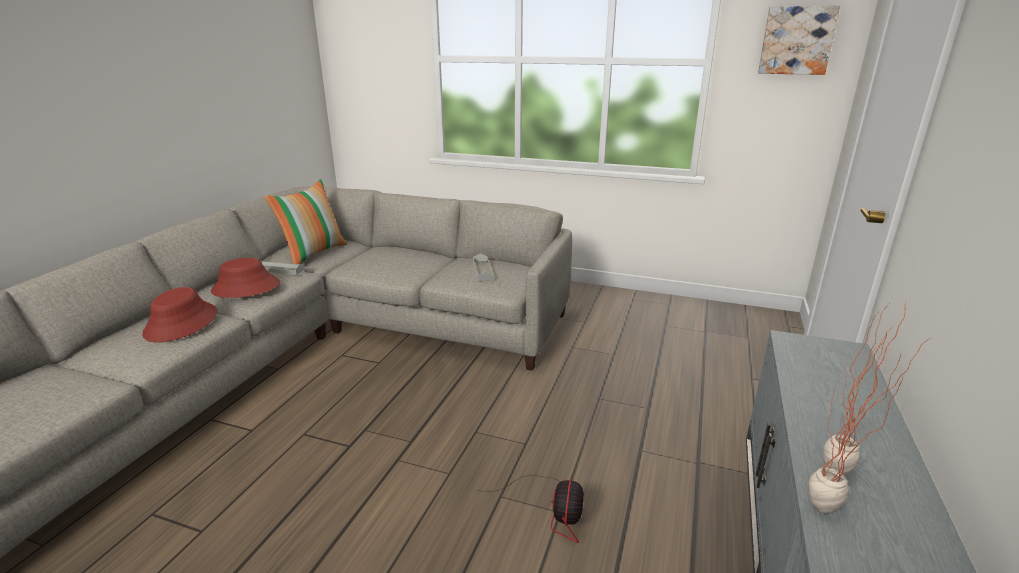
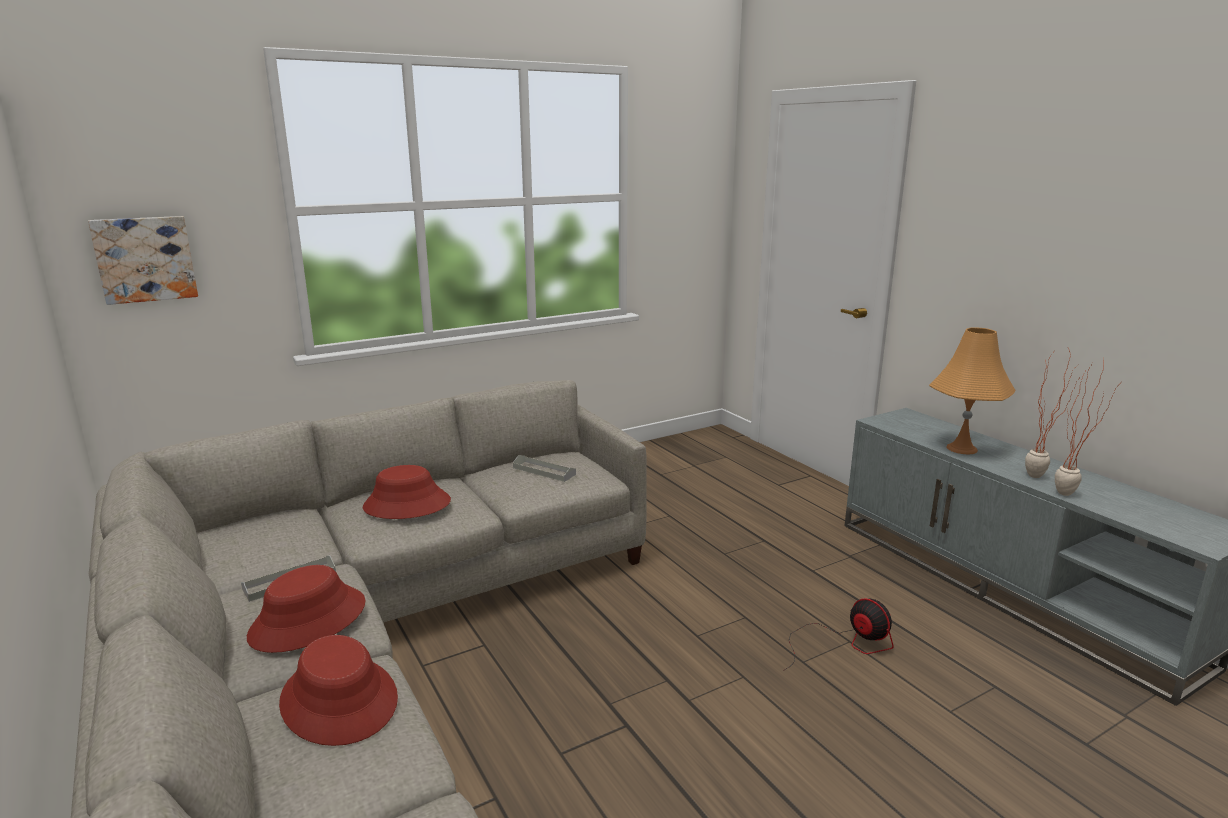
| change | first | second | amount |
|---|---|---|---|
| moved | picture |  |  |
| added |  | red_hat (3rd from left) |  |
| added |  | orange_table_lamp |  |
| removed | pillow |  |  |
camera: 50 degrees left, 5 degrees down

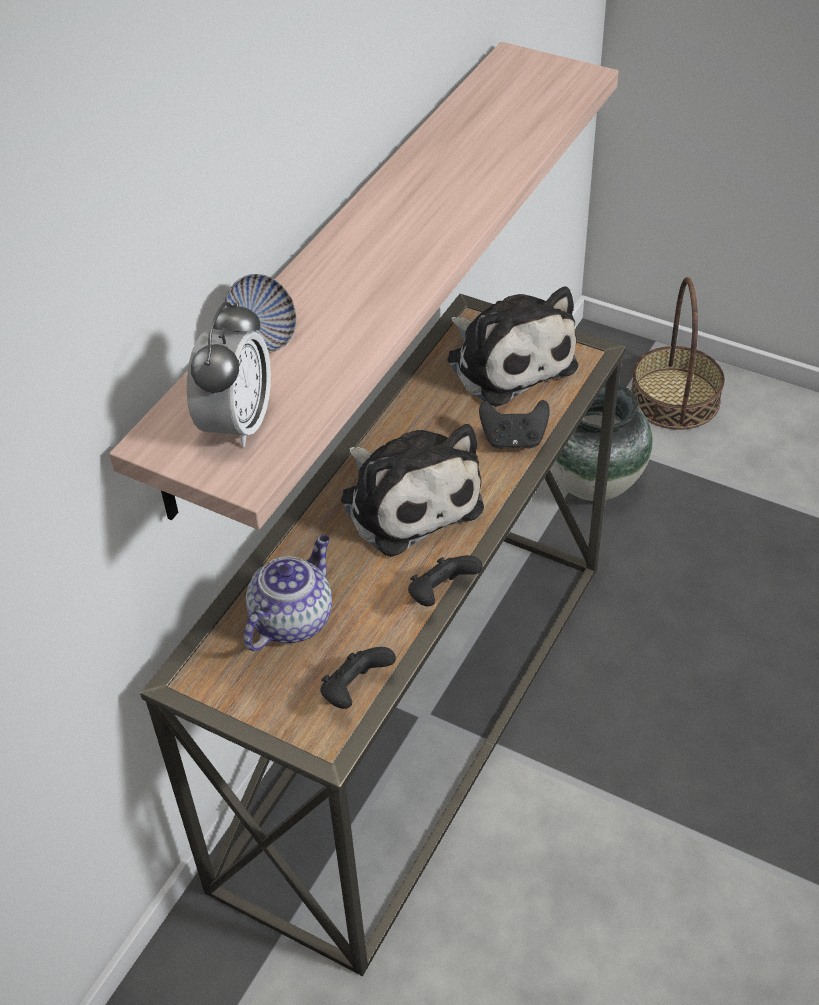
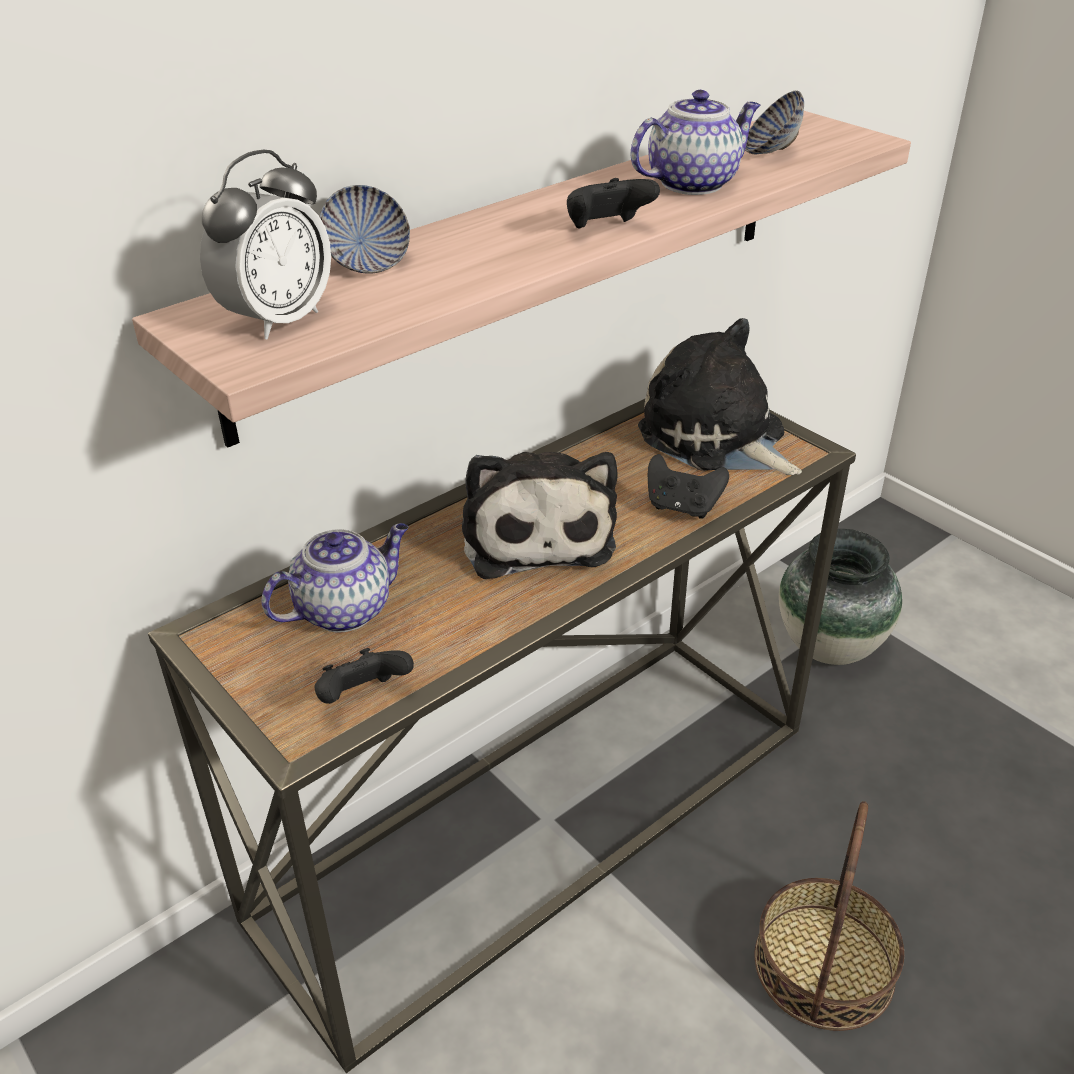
| change | first | second | amount |
|---|---|---|---|
| moved | black_game_controller (2nd from left) |  |  |
| added |  | teapot (2nd from left) |  |
| turned | plush_toy (2nd from left) |  | 150 degrees clockwise |
| added |  | bowl (2nd from left) |  |
| moved | basket |  |  |
camera: 20 degrees right, 10 degrees down

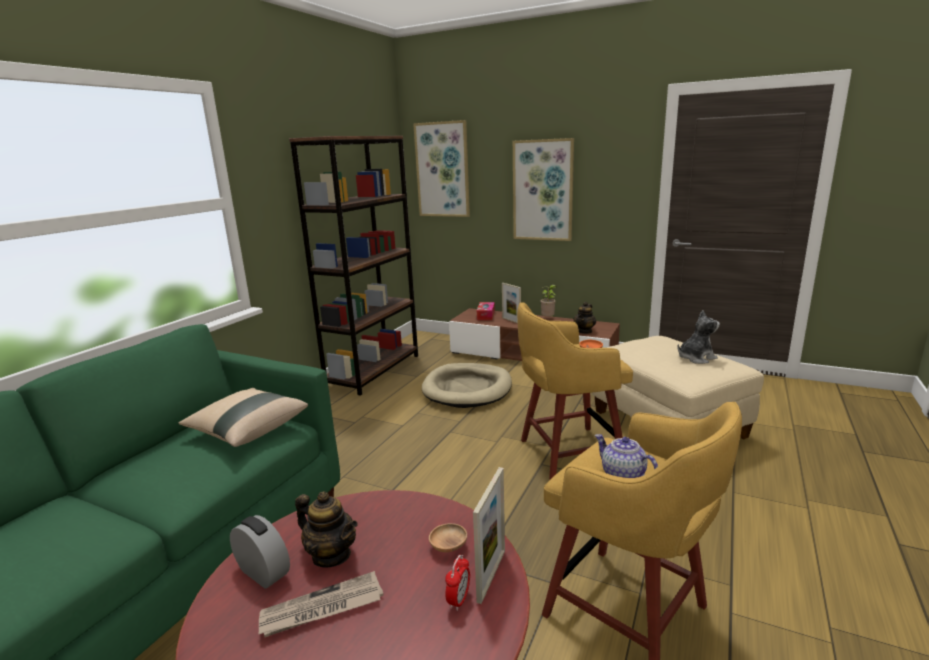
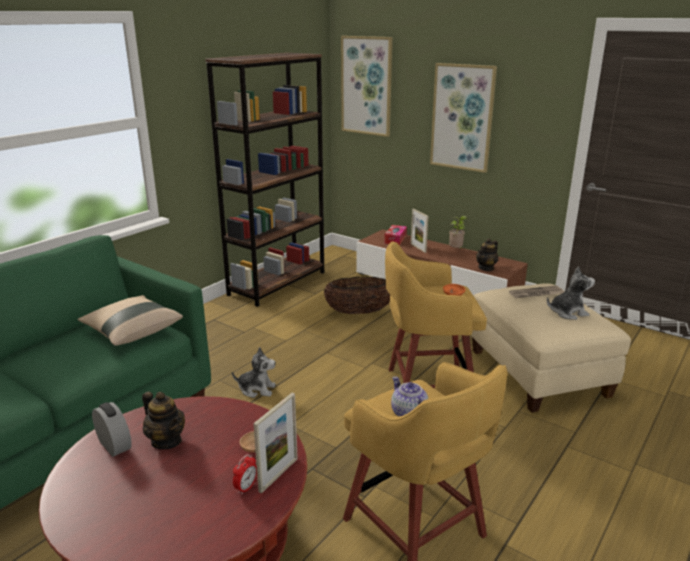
| change | first | second | amount |
|---|---|---|---|
| added |  | plush_toy (1st from left) |  |
| replaced | beige_dog_bed | basket |  |
| moved | newspaper |  |  |
camera: 10 degrees right, 5 degrees up

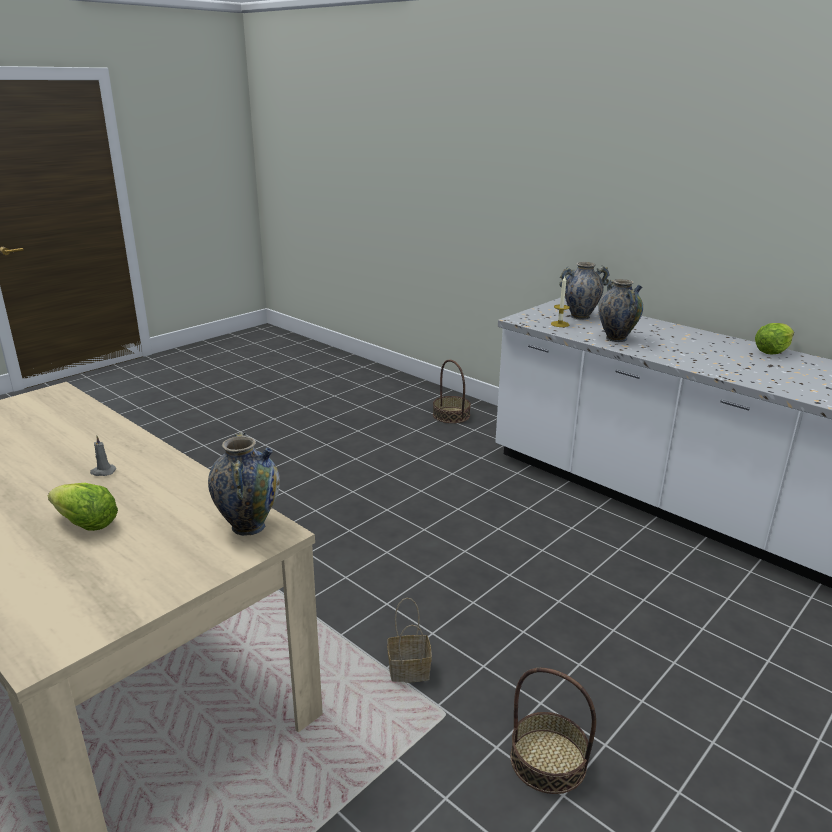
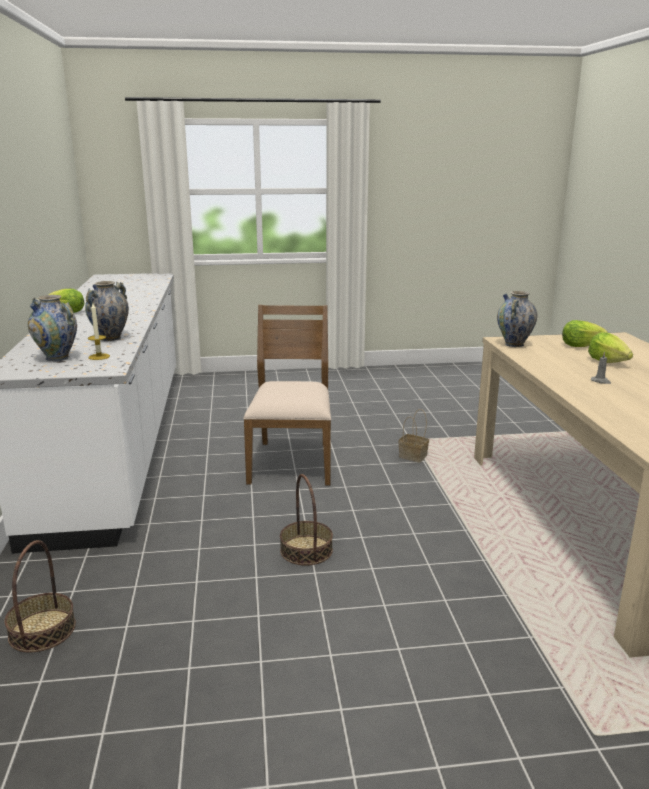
| change | first | second | amount |
|---|---|---|---|
| added |  | brown_chair |  |
| moved | basket (3rd from left in the first image) | basket (2nd from left) |  |
| added |  | lettuce (2nd from left) |  |
camera: 140 degrees left, 5 degrees down

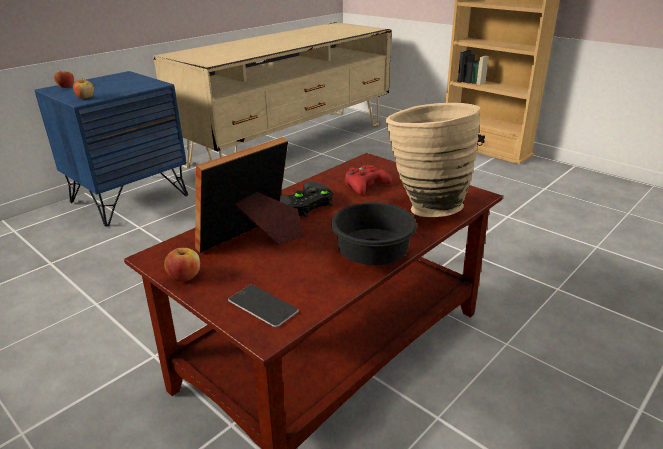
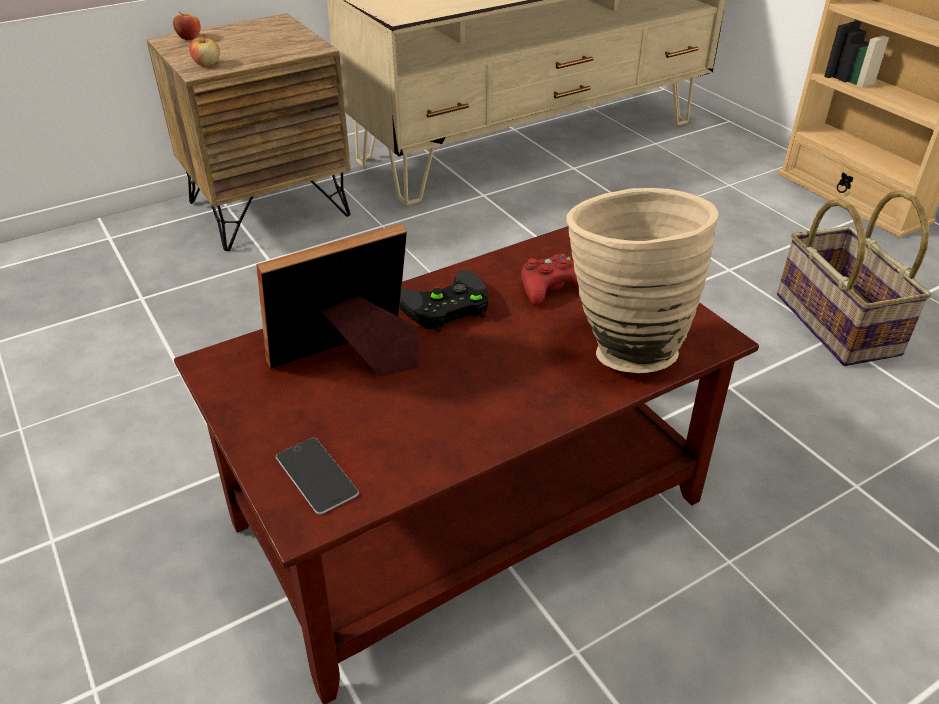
| change | first | second | amount |
|---|---|---|---|
| recoloured | blue_nightstand | brown_nightstand |  |
| added |  | basket |  |
| removed | apple (3rd from left) |  |  |
| removed | black_bowl |  |  |
camera: 15 degrees right, 10 degrees up

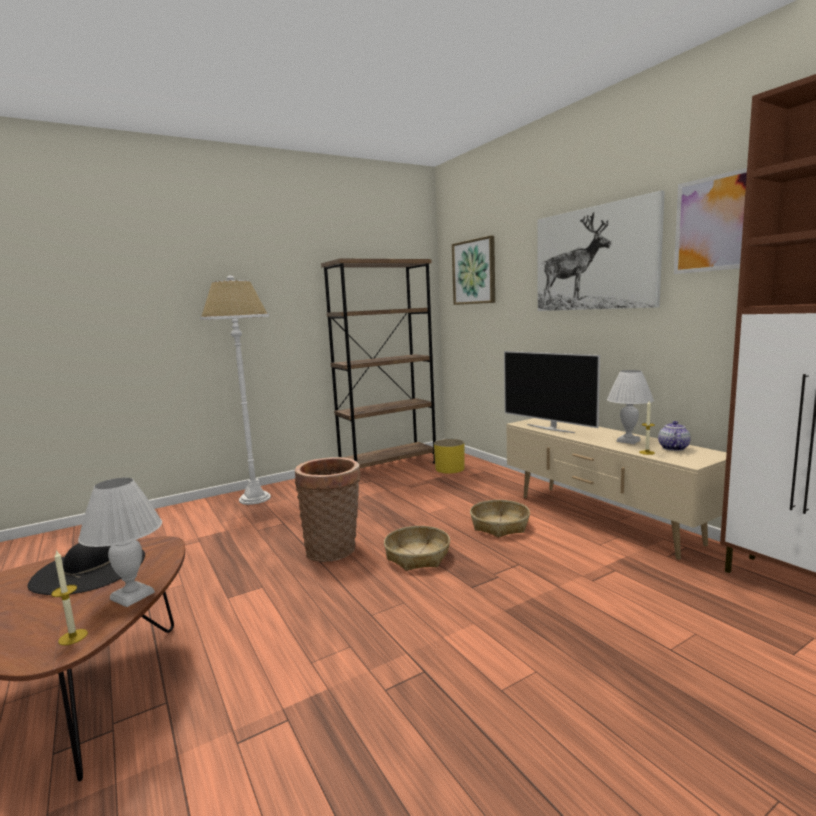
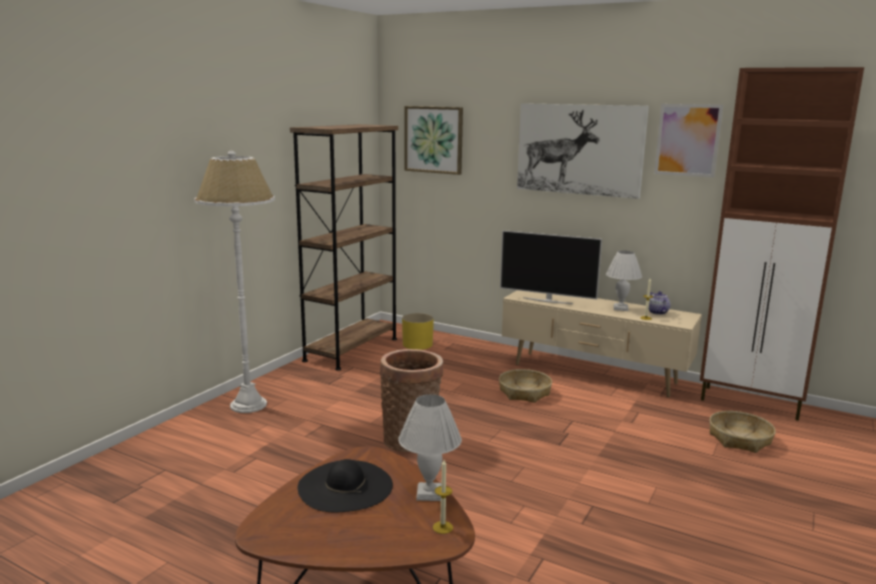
| change | first | second | amount |
|---|---|---|---|
| moved | basket (2nd from left in the first image) | basket (3rd from left) |  |
camera: 30 degrees left, 5 degrees up

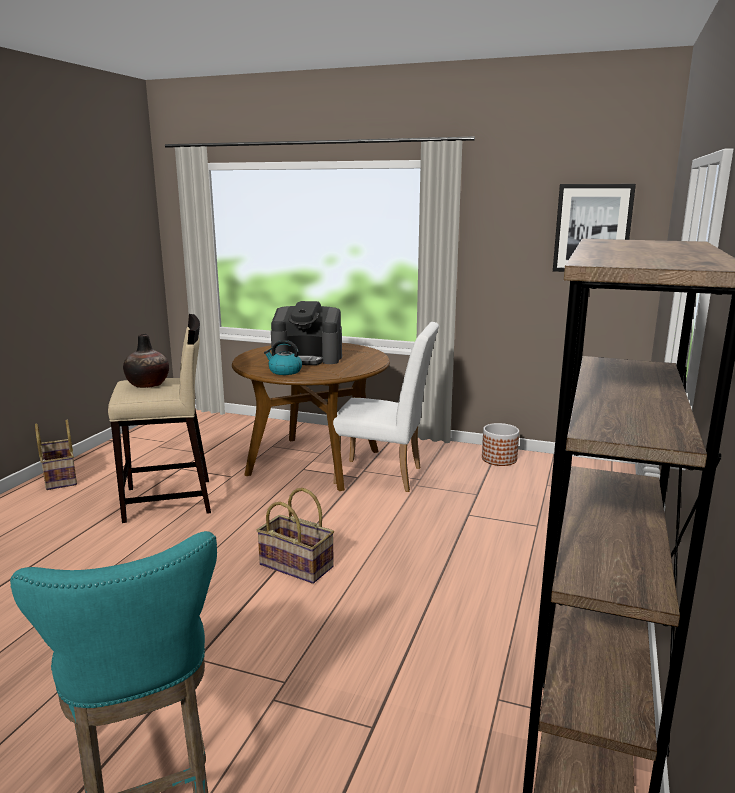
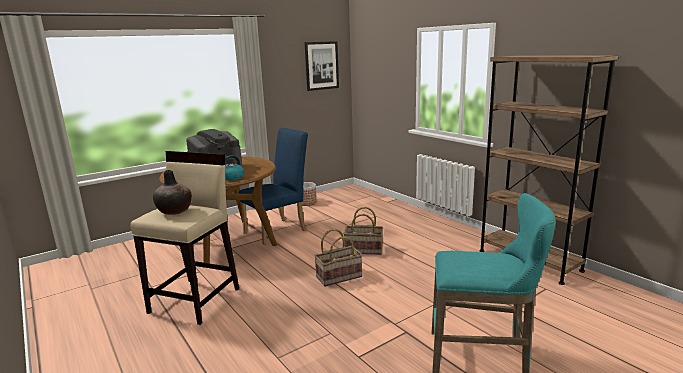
| change | first | second | amount |
|---|---|---|---|
| recoloured | white_chair | blue_chair |  |
| moved | basket (1st from left in the first image) | basket (2nd from left) |  |
camera: 55 degrees left, 0 degrees up

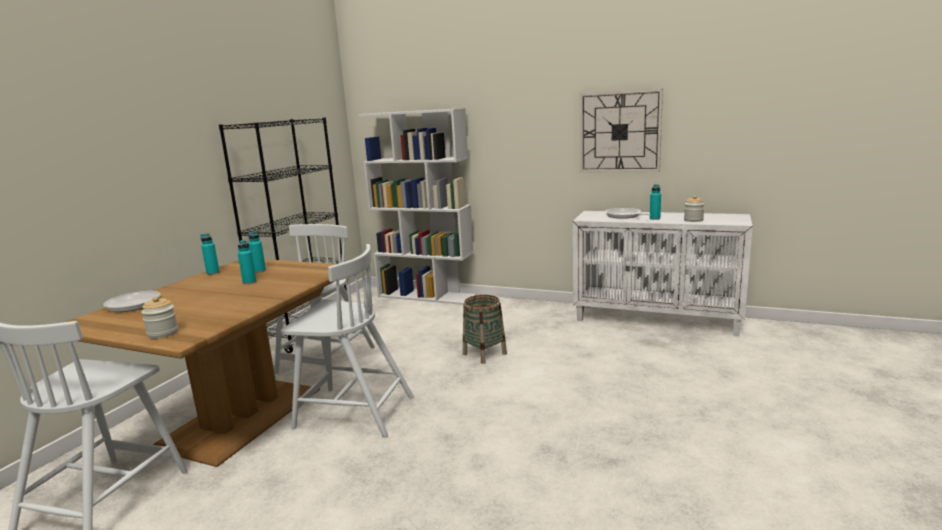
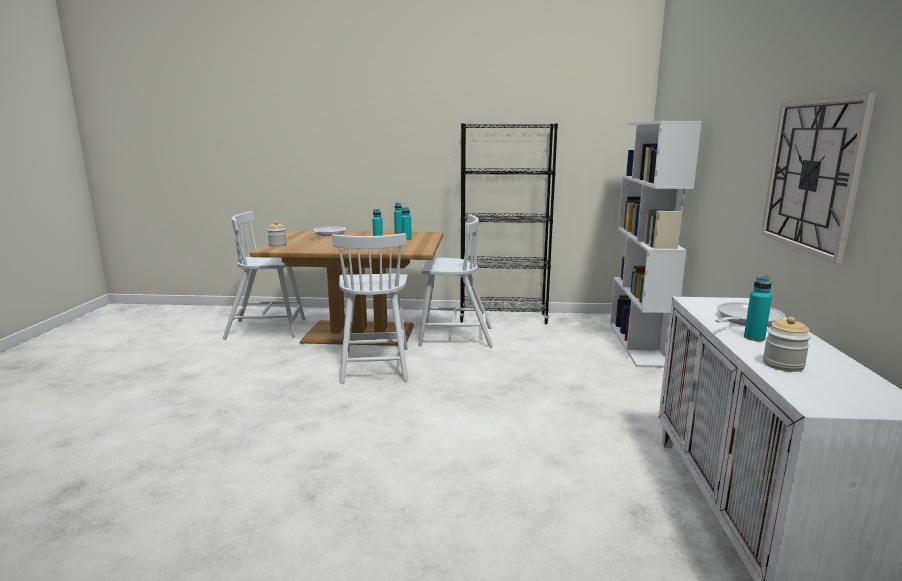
| change | first | second | amount |
|---|---|---|---|
| removed | basket |  |  |
camera: 70 degrees right, 0 degrees up

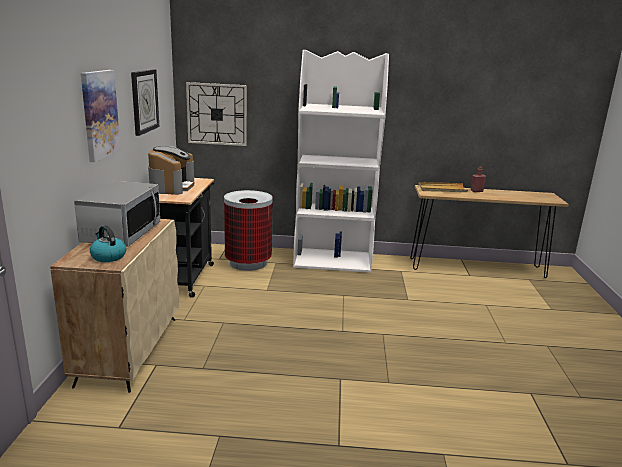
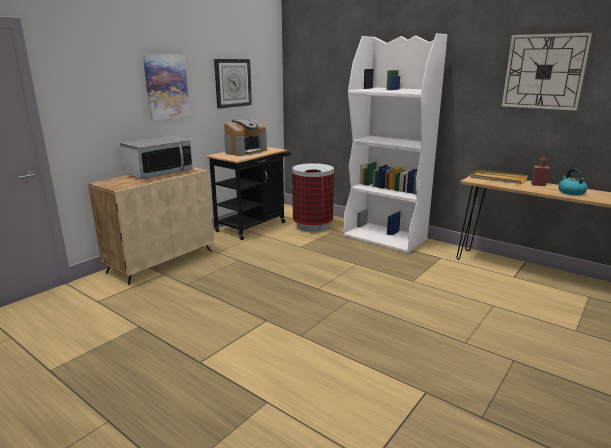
| change | first | second | amount |
|---|---|---|---|
| moved | wall_clock (2nd from left) |  |  |
| moved | kettle |  |  |
camera: 35 degrees right, 0 degrees up

